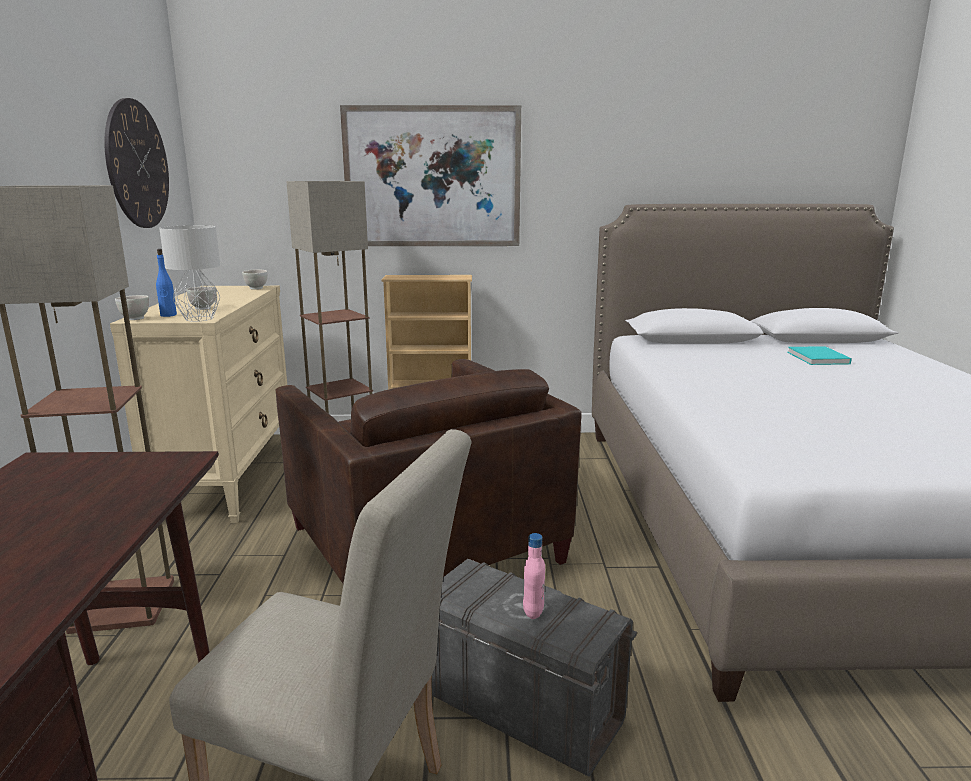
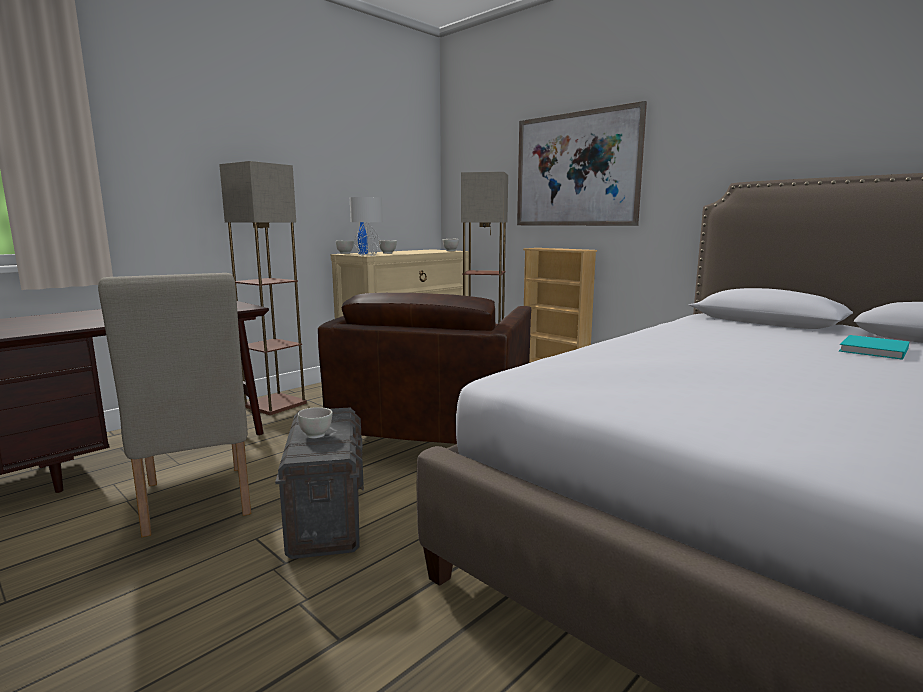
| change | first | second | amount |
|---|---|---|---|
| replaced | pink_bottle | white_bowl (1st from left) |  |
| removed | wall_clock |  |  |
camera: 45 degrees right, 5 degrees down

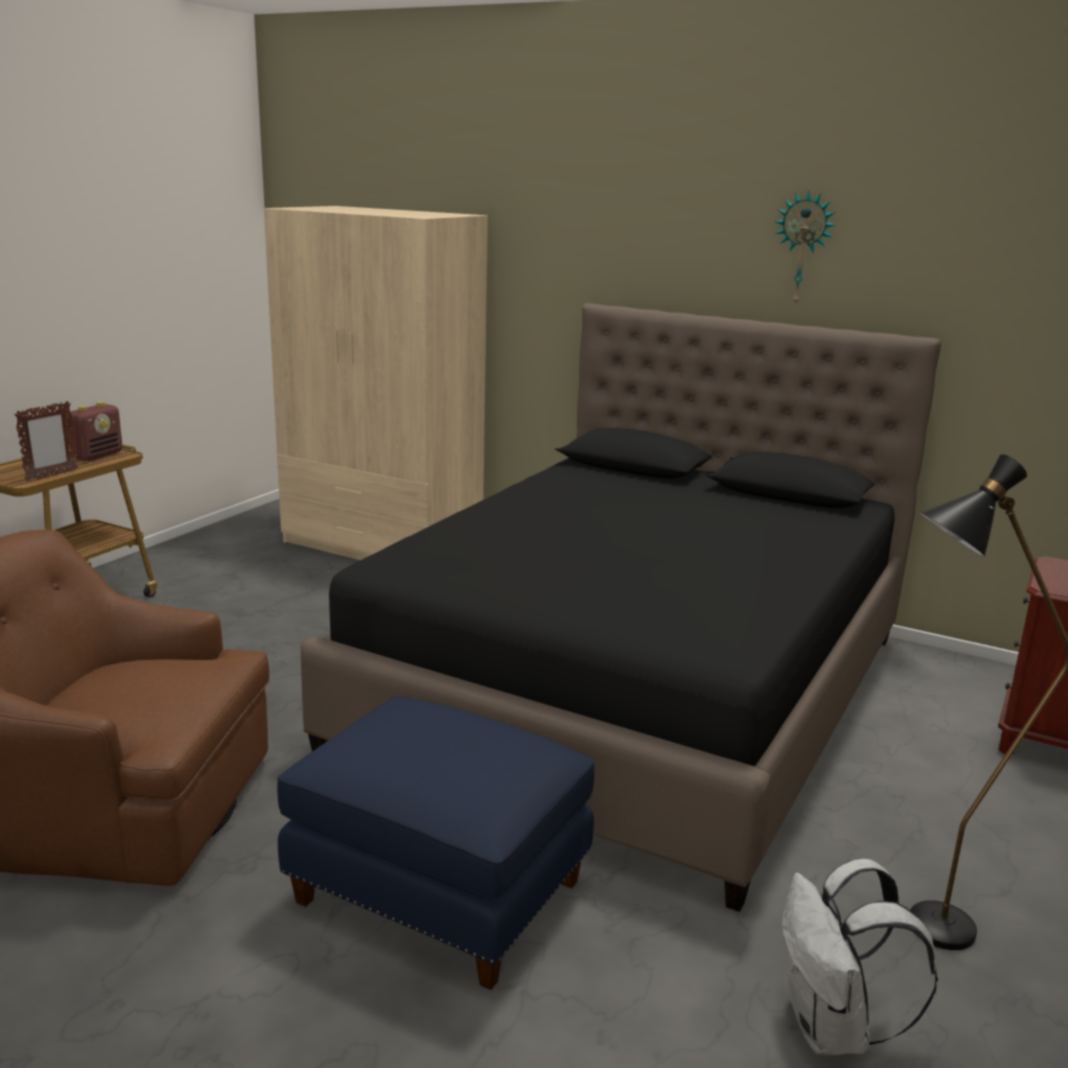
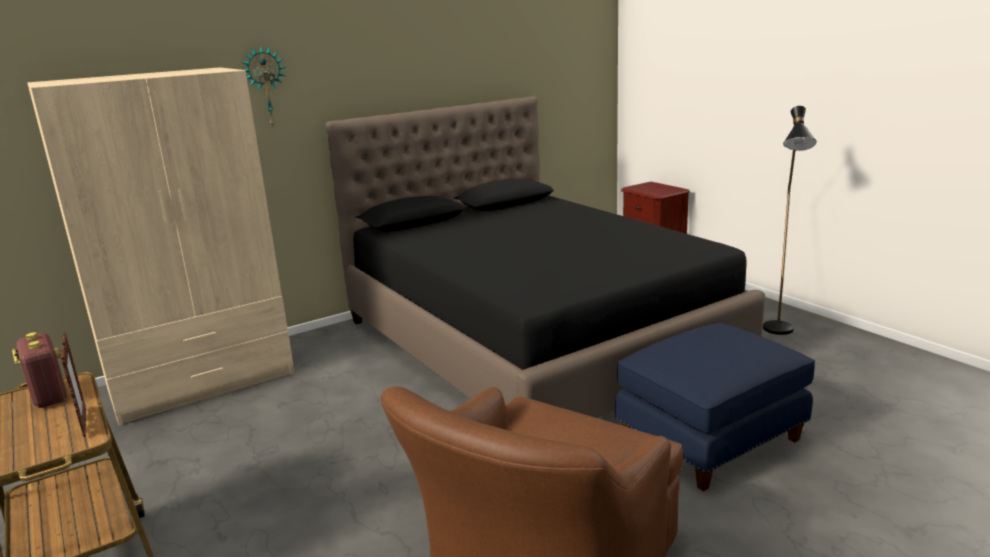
| change | first | second | amount |
|---|---|---|---|
| moved | wall_clock |  |  |
| removed | white_backpack |  |  |
camera: 60 degrees left, 0 degrees up

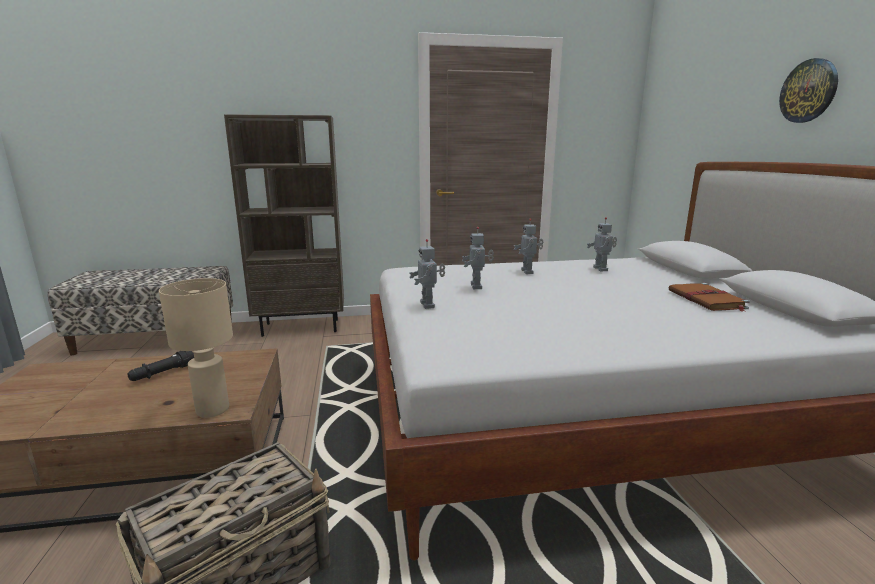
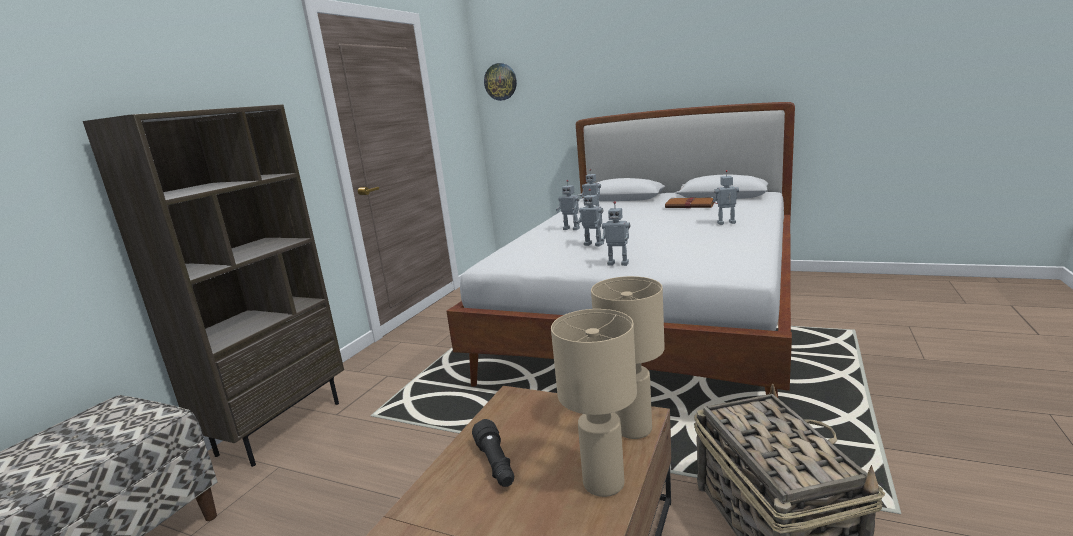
| change | first | second | amount |
|---|---|---|---|
| moved | wall_clock |  |  |
| added |  | beige_table_lamp (1st from left) |  |
| added |  | toy_robot (5th from left) |  |
camera: 55 degrees left, 0 degrees up

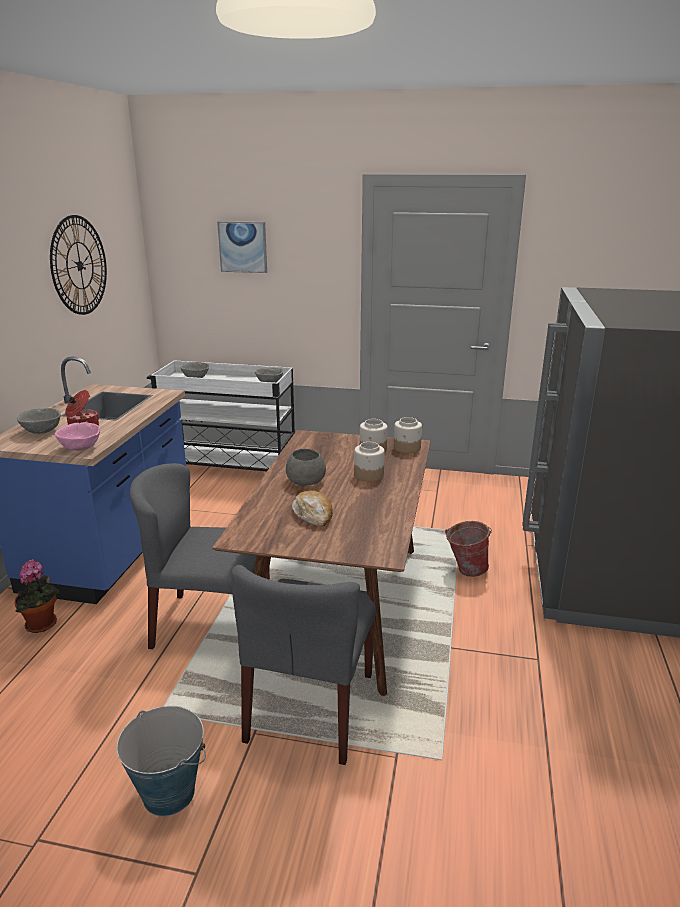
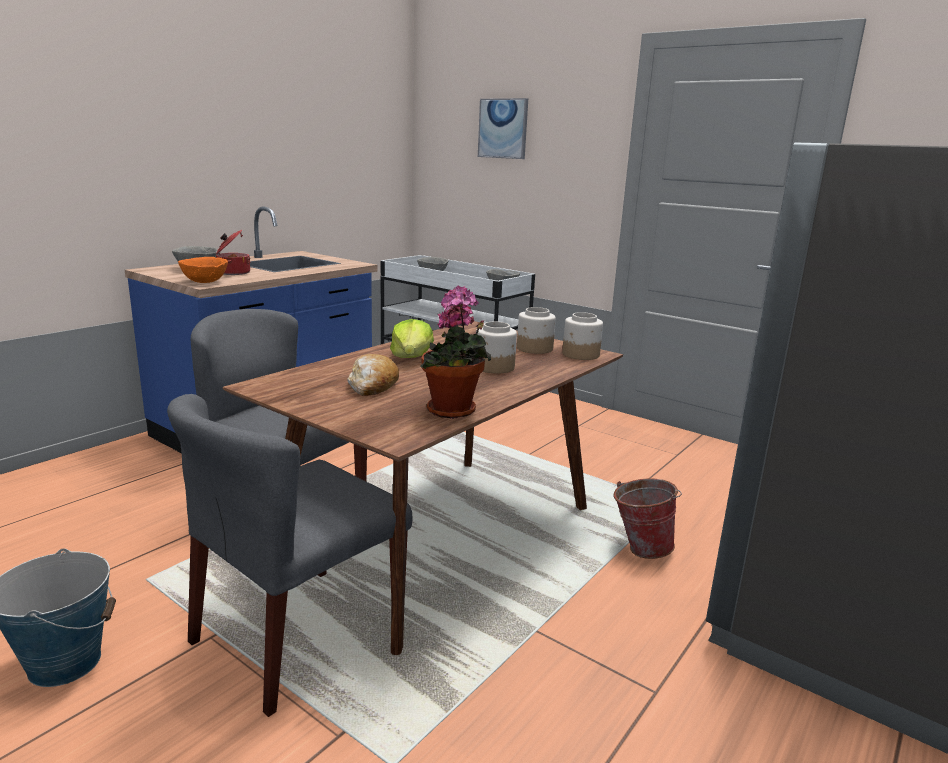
| change | first | second | amount |
|---|---|---|---|
| recoloured | pink_bowl | orange_bowl |  |
| replaced | grey_bowl (4th from left) | lettuce |  |
| moved | potted_plant |  |  |
| removed | wall_clock |  |  |
camera: 25 degrees right, 5 degrees down

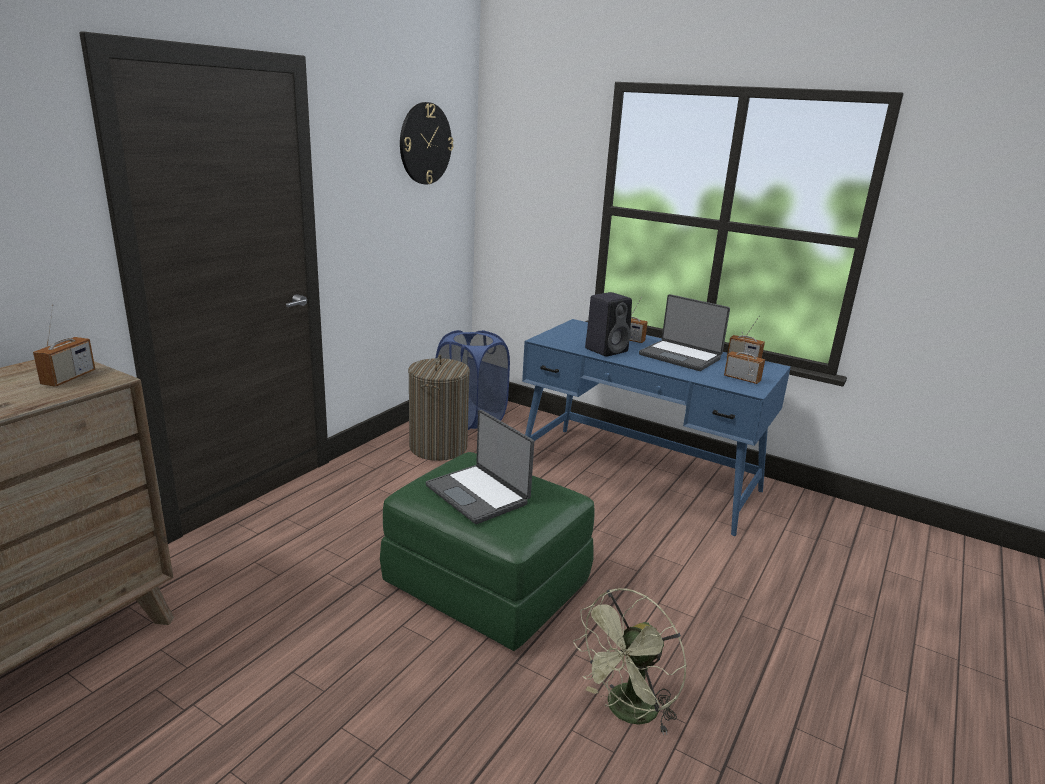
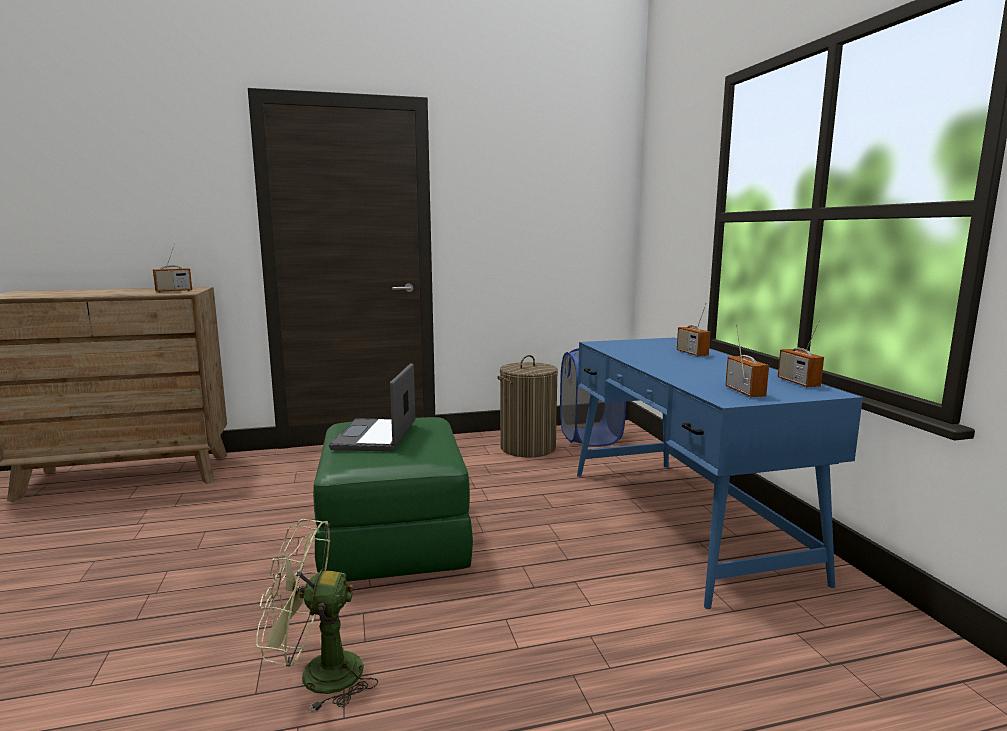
| change | first | second | amount |
|---|---|---|---|
| removed | wall_clock |  |  |
| removed | black_speaker |  |  |
| removed | laptop (2nd from left) |  |  |
camera: 45 degrees right, 10 degrees down

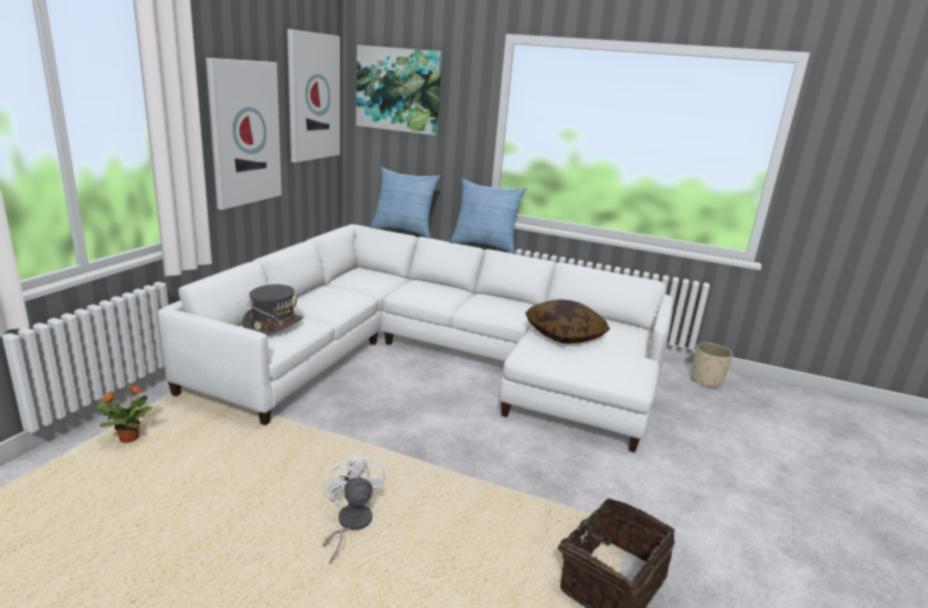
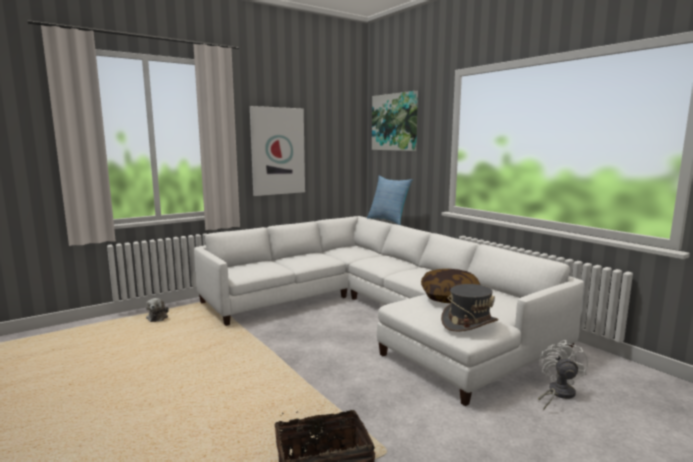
| change | first | second | amount |
|---|---|---|---|
| replaced | potted_plant | plush_toy |  |
| moved | grey_hat |  |  |
| moved | white_fan |  |  |
| removed | picture (2nd from left) |  |  |
| removed | pillow (2nd from left) |  |  |
| removed | beige_planter |  |  |
camera: 35 degrees right, 10 degrees down

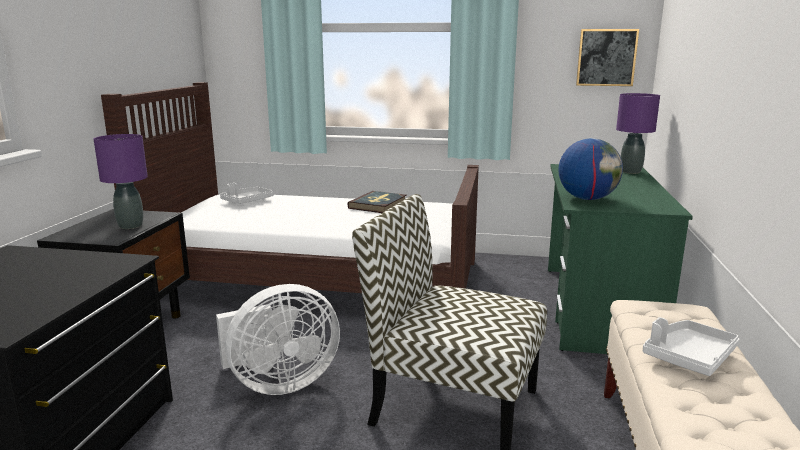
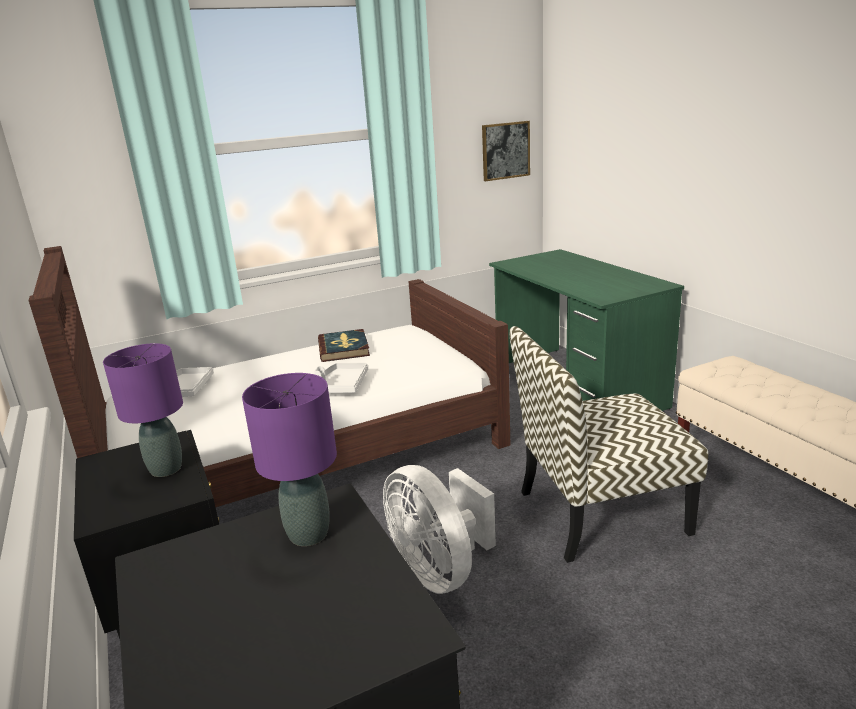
| change | first | second | amount |
|---|---|---|---|
| moved | purple_table_lamp (2nd from left) |  |  |
| moved | white_tray (2nd from left) |  |  |
| turned | white_fan |  | 120 degrees clockwise |
| removed | globe |  |  |
camera: 35 degrees left, 5 degrees up

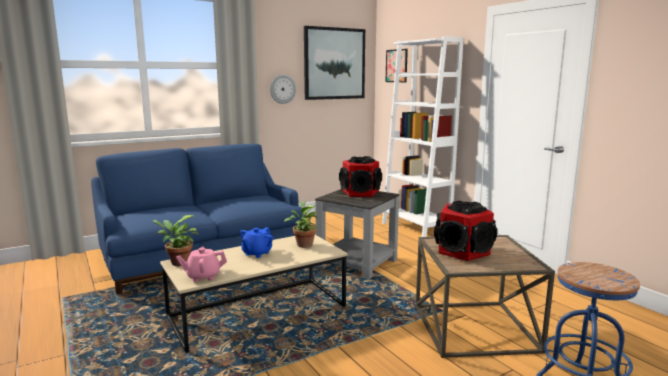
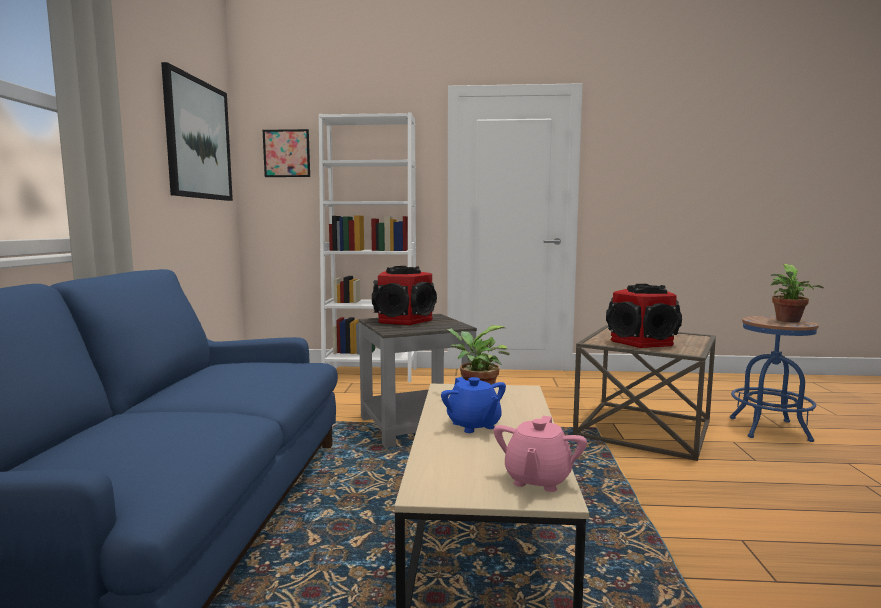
| change | first | second | amount |
|---|---|---|---|
| moved | potted_plant (1st from left in the first image) | potted_plant (2nd from left) |  |
| removed | wall_clock |  |  |
camera: 55 degrees left, 5 degrees down

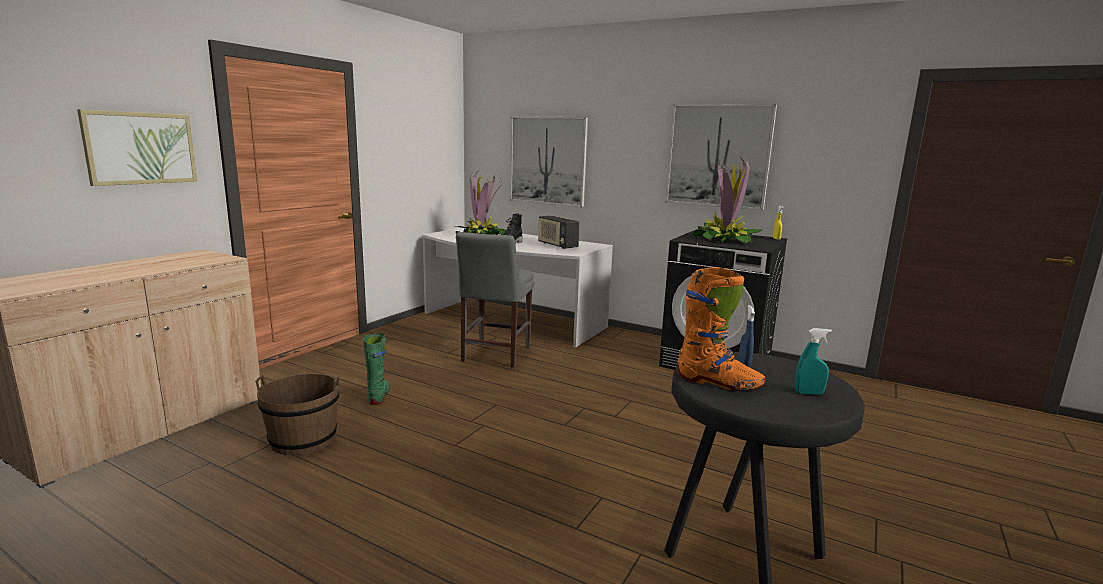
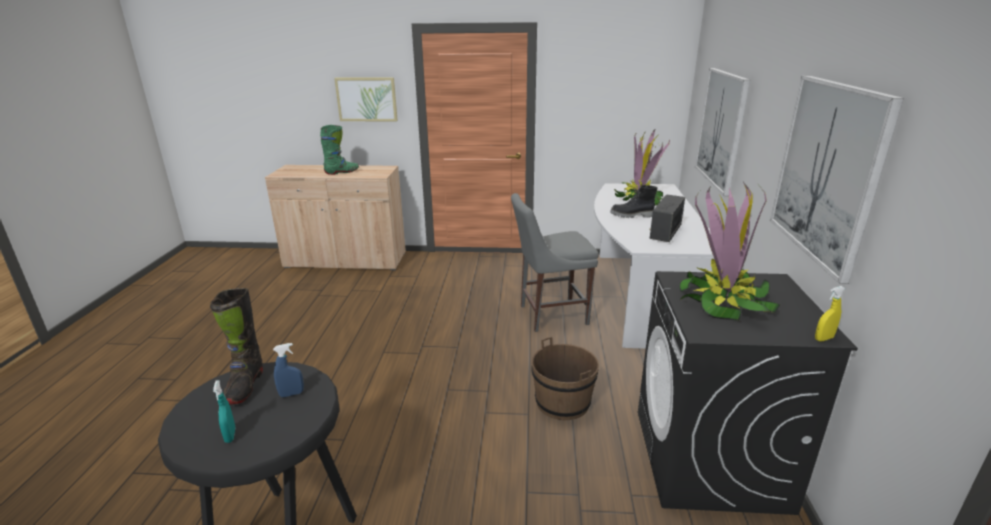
| change | first | second | amount |
|---|---|---|---|
| recoloured | orange_boot | black_boot (1st from left) |  |
| moved | green_boot |  |  |
| moved | brown_bucket |  |  |
camera: 65 degrees right, 10 degrees up

